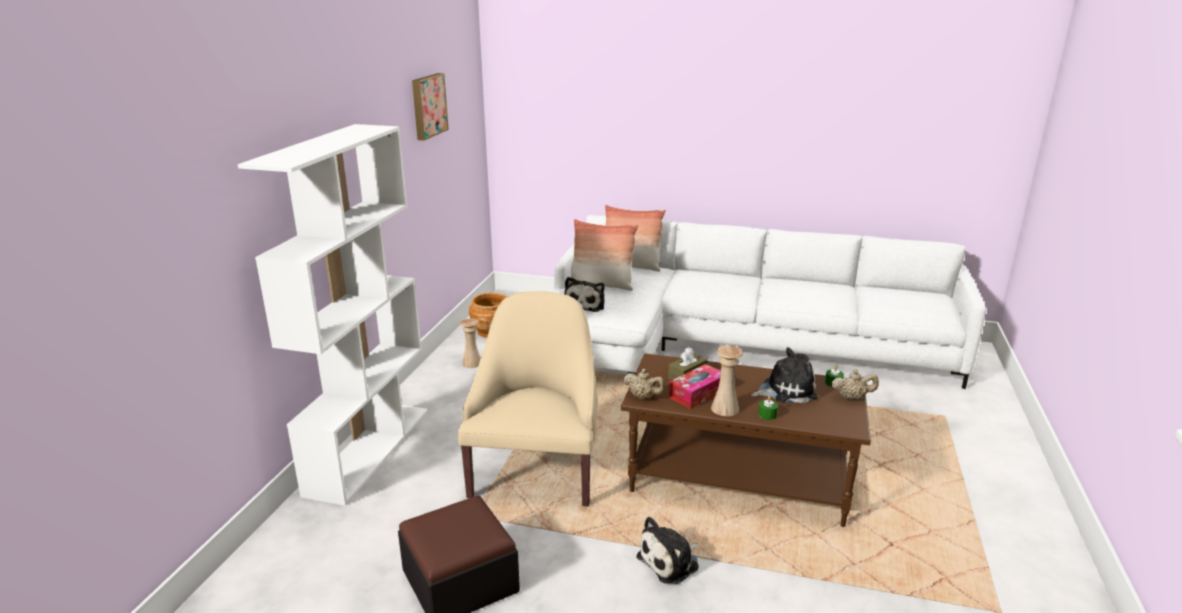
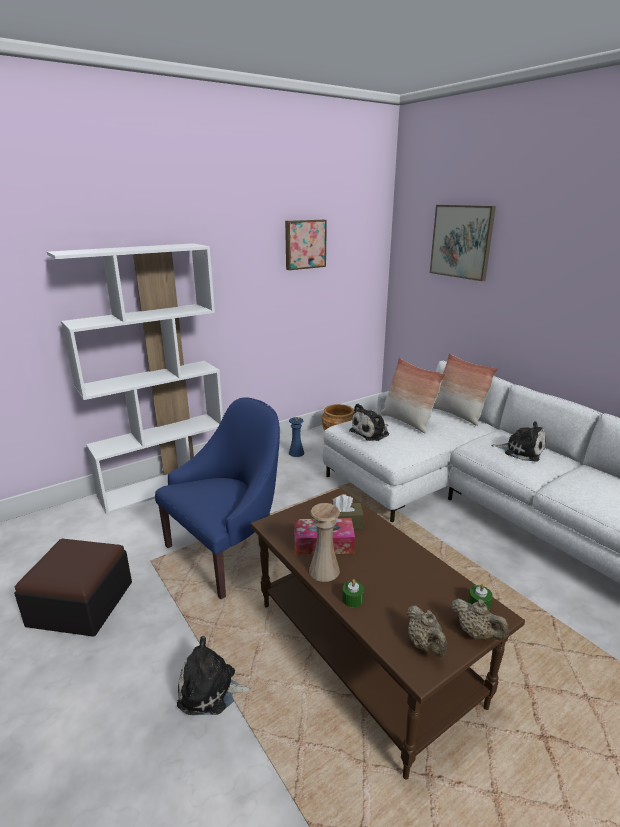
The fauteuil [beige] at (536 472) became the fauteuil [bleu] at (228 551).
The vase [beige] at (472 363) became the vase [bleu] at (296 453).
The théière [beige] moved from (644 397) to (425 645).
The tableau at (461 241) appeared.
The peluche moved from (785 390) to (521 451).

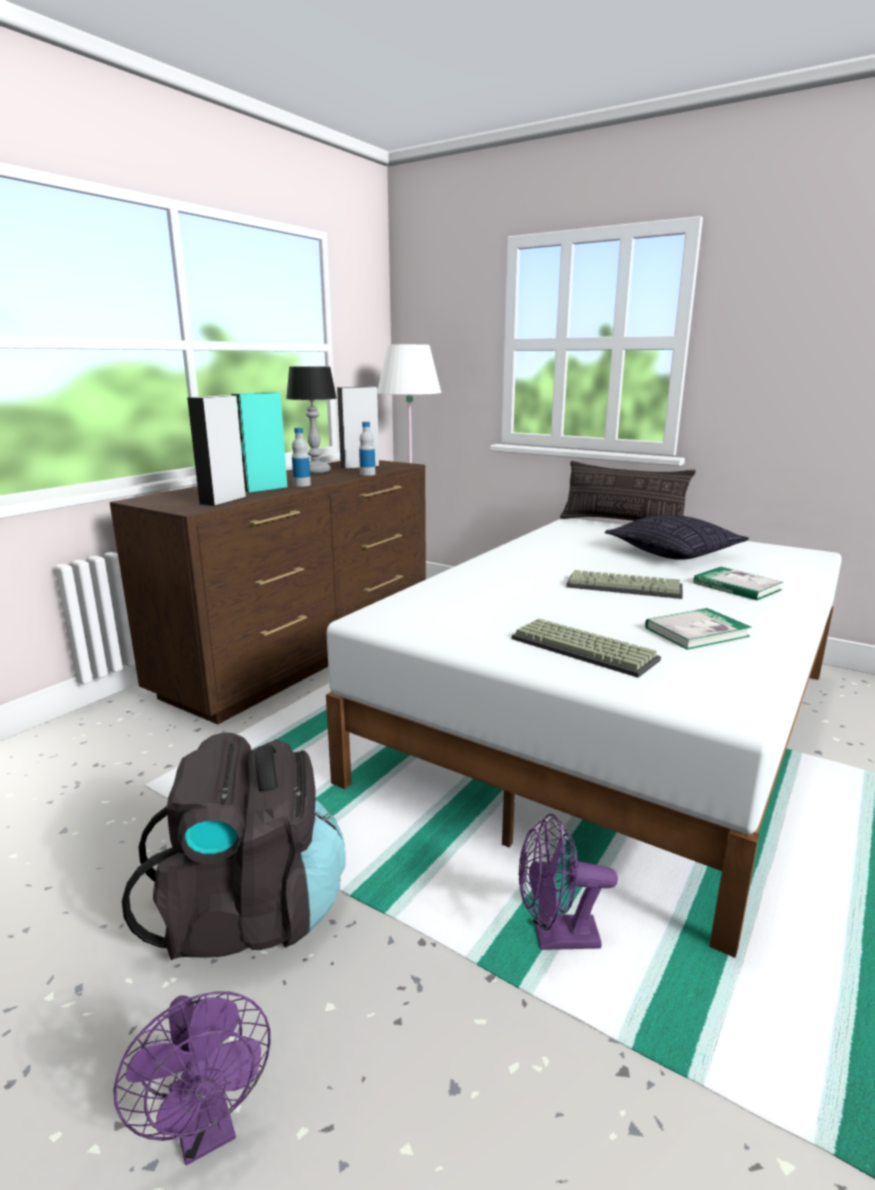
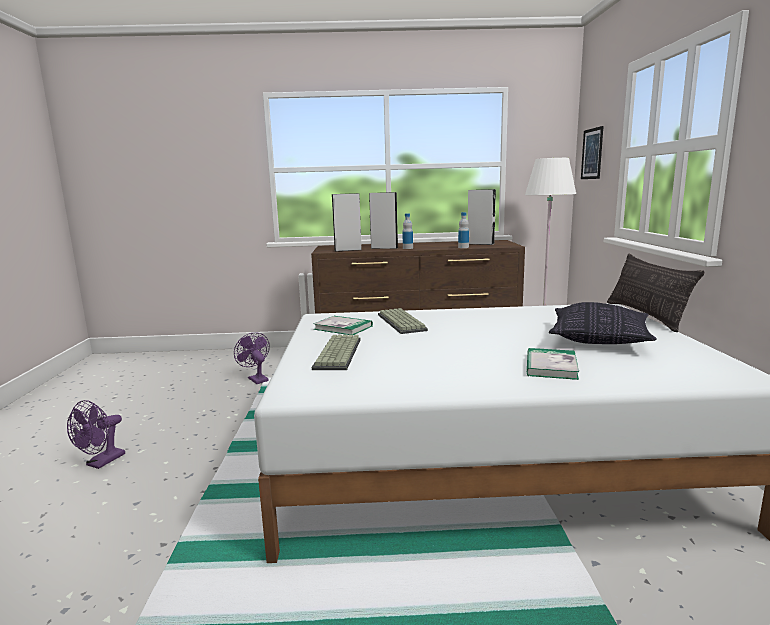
The ventilateur [violet] moved from (555 937) to (256 379).
The livre moved from (696 632) to (343 328).
The enceinte [turquoise] at (264 489) became the enceinte [gris] at (384 248).
The clavier moved from (625 586) to (402 322).
The tableau at (592 154) appeared.
The sac à dos [noir] at (250 913) disappeared.
The lampe de table at (315 471) disappeared.

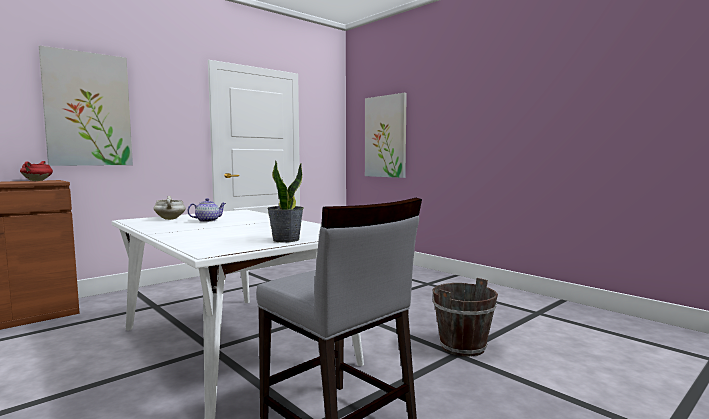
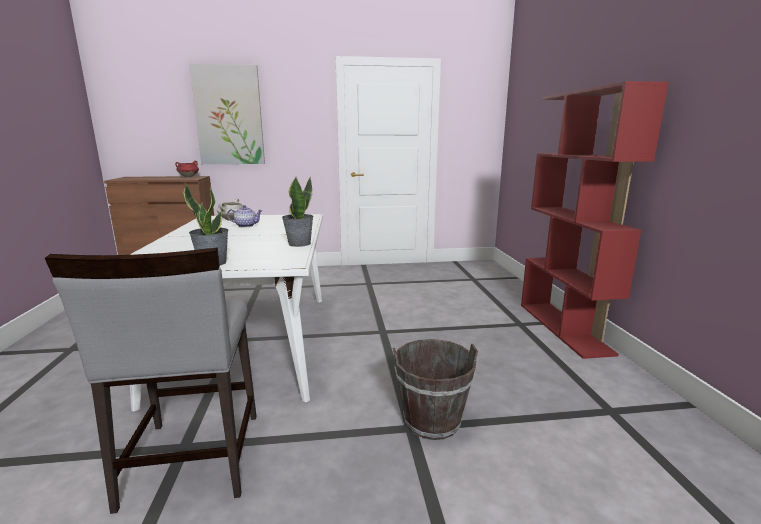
The plante en pot at (299 244) appeared.
The bibliothèque [rouge] at (564 327) appeared.
The tableau at (385 136) disappeared.

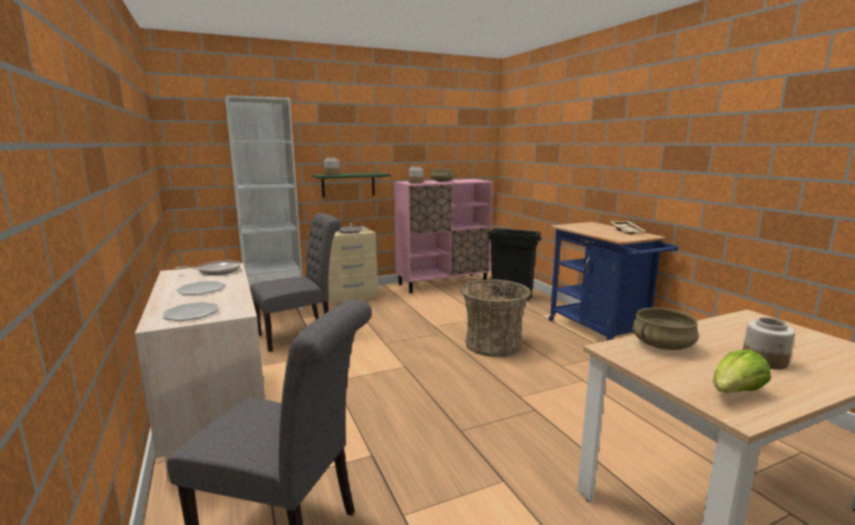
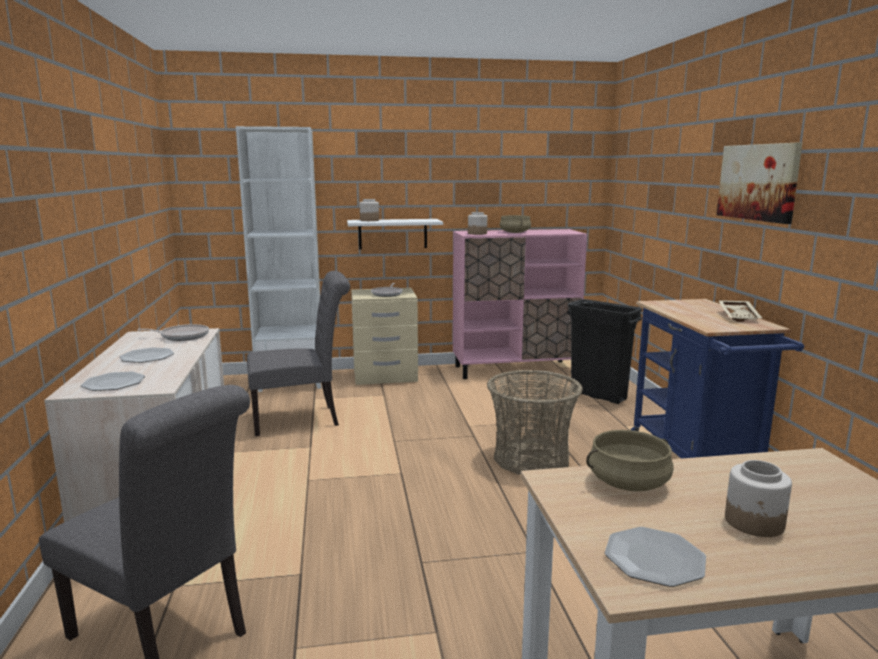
The étagère [vert] at (348 184) became the étagère [blanc] at (393 234).
The laitue at (735 393) was replaced by the assiette at (654 559).
The tableau at (758 182) appeared.

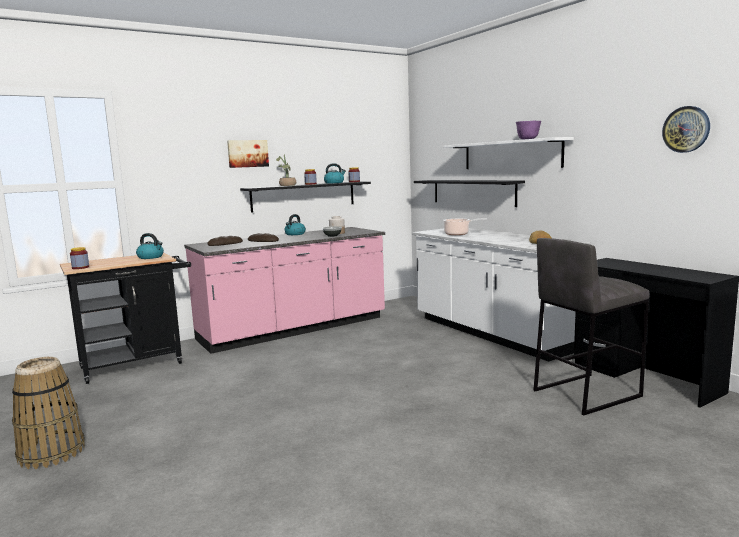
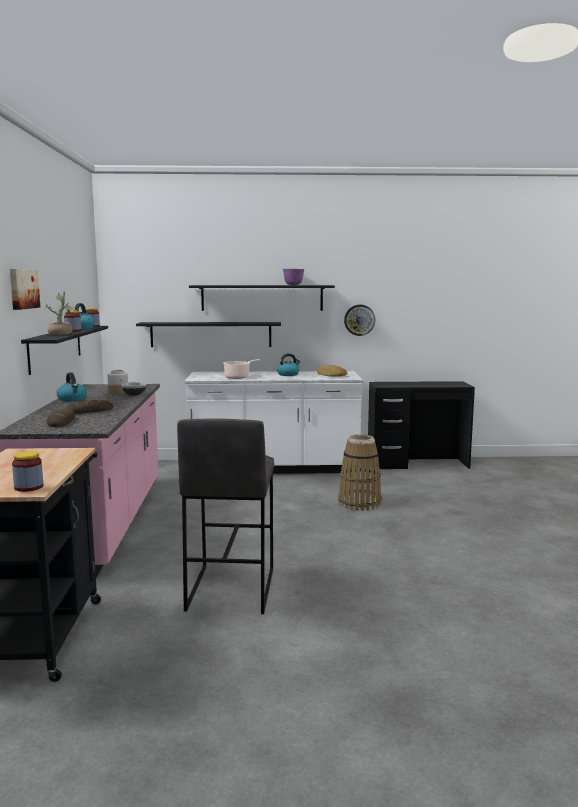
The tabouret [gris] moved from (585 393) to (230 589).
The étagère [blanc] at (510 155) became the étagère [noir] at (262 298).
The bouilloire moved from (151 257) to (288 374).
The panier moved from (52 452) to (359 503).
The horloge murale moved from (686 129) to (359 320).

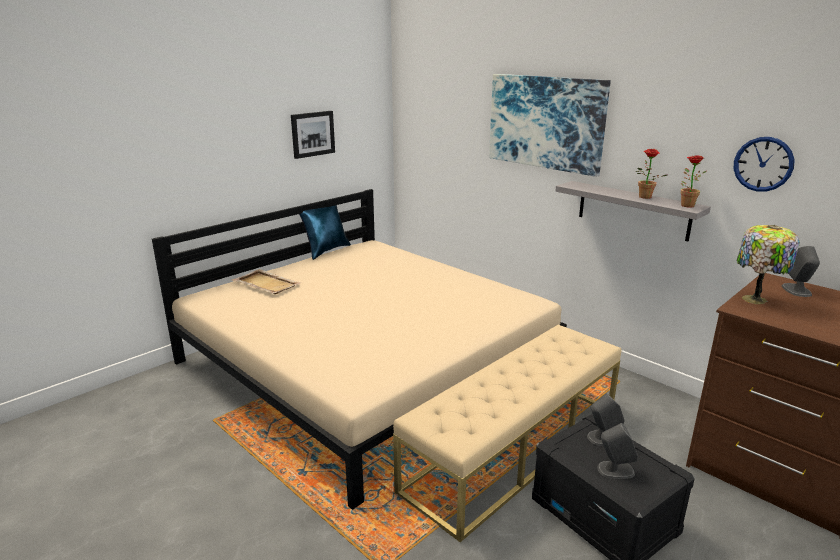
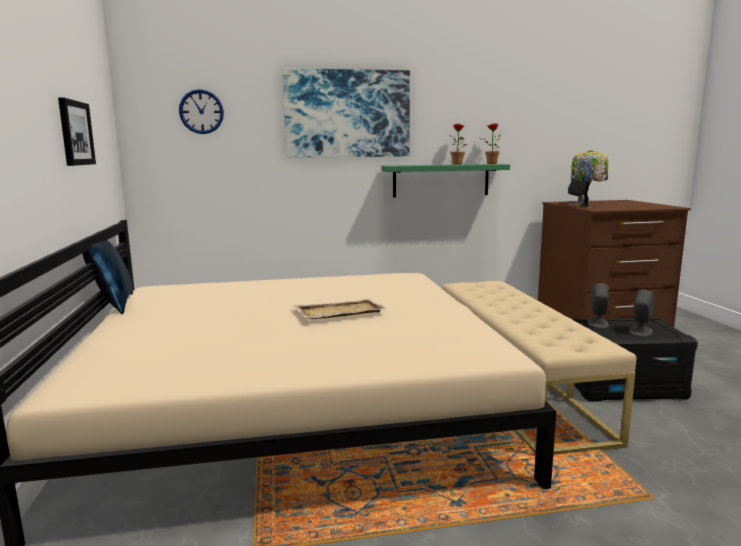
The horloge murale moved from (763 164) to (201 111).
The plateau [beige] moved from (266 284) to (338 312).
The étagère [gris] at (633 210) became the étagère [vert] at (441 180).

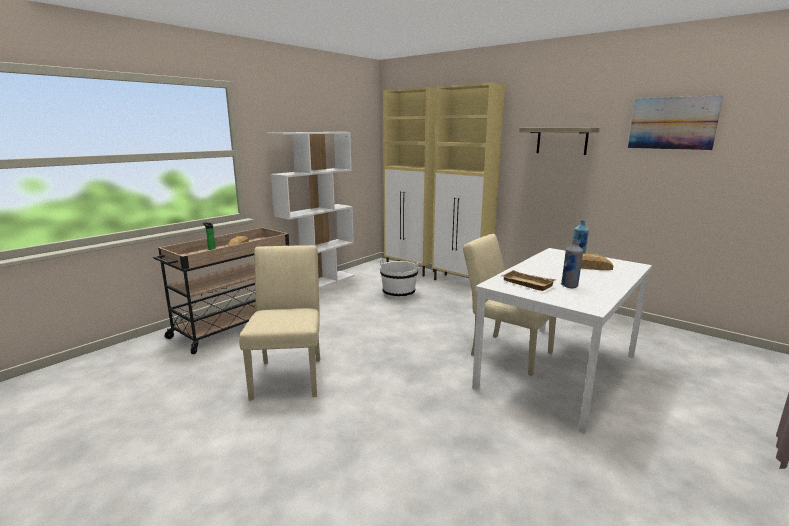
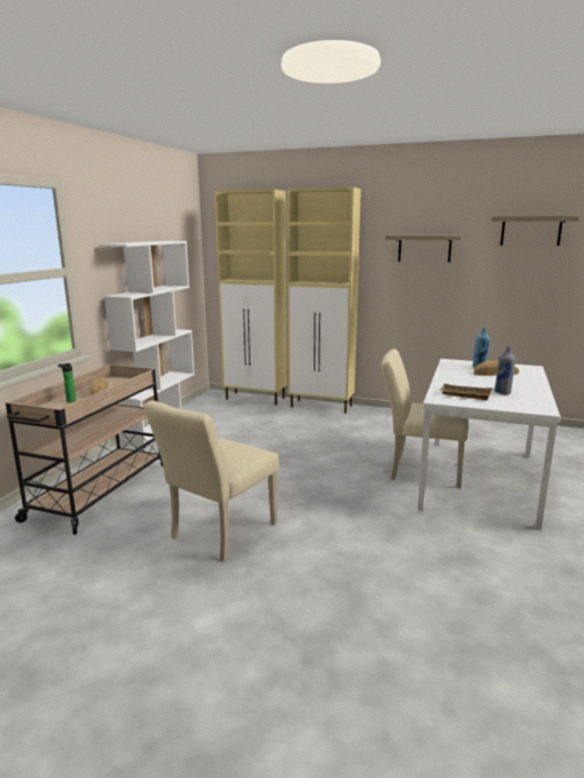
The chaise [beige] at (289 374) turned 120 degrees counterclockwise.
The tableau at (672 123) was replaced by the étagère at (531 231).
The seau [blanc] at (399 293) disappeared.

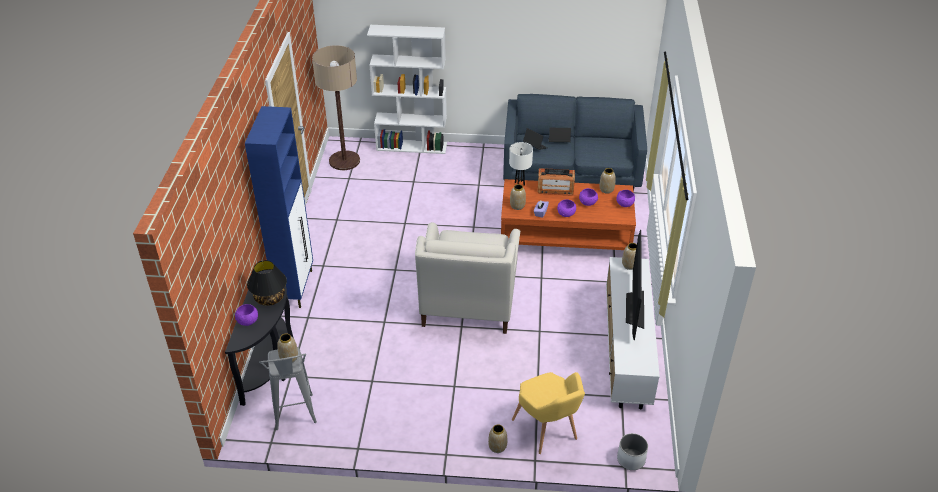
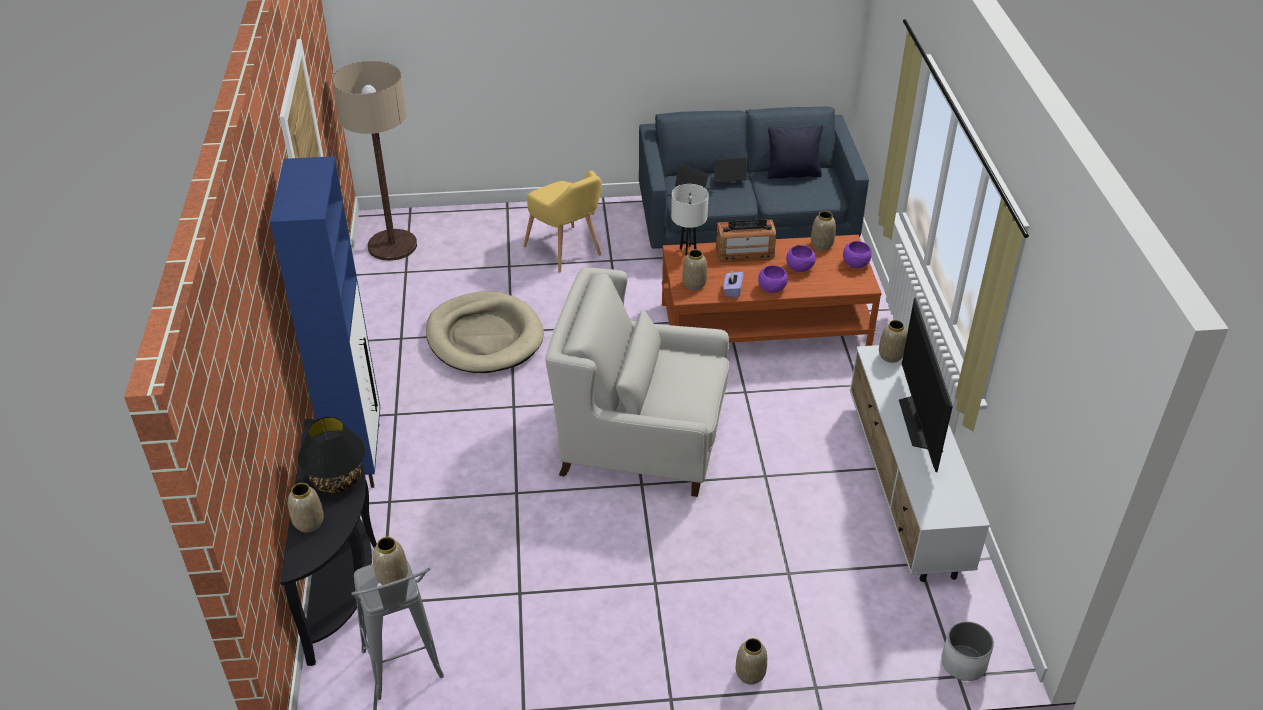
The bol [violet] at (248 321) was replaced by the vase at (309 523).
The panier pour chien [beige] at (484 337) appeared.
The fauteuil [jaune] moved from (548 432) to (567 253).
The fauteuil [blanc] at (469 299) turned 105 degrees clockwise.
The coussin [noir] at (793 174) appeared.
The bibliothèque [blanc] at (412 146) disappeared.

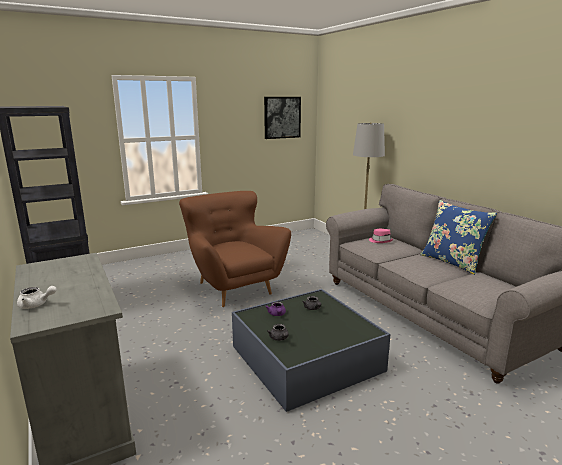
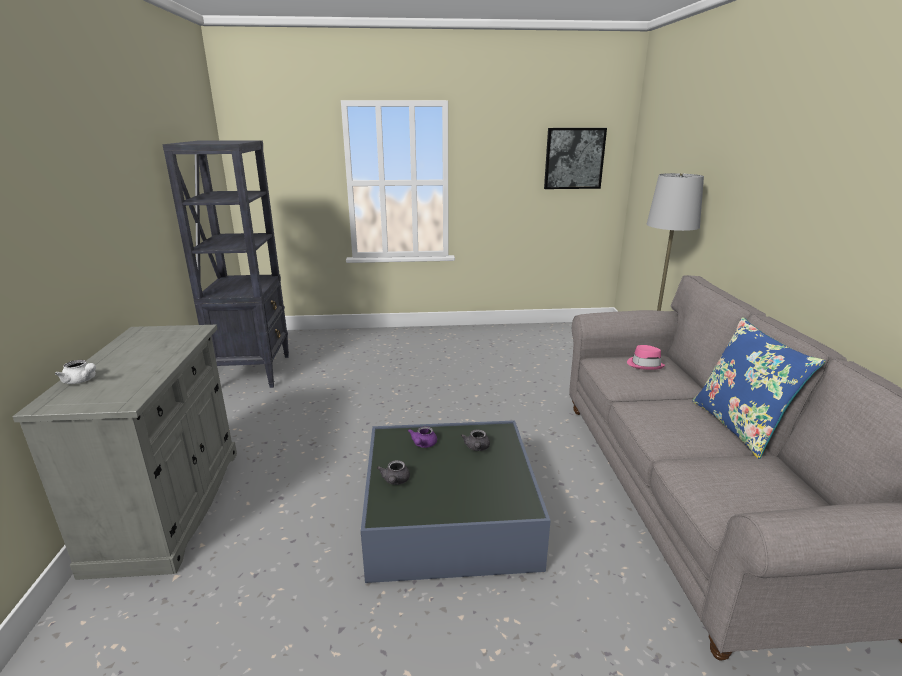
The fauteuil [marron] at (233 287) disappeared.

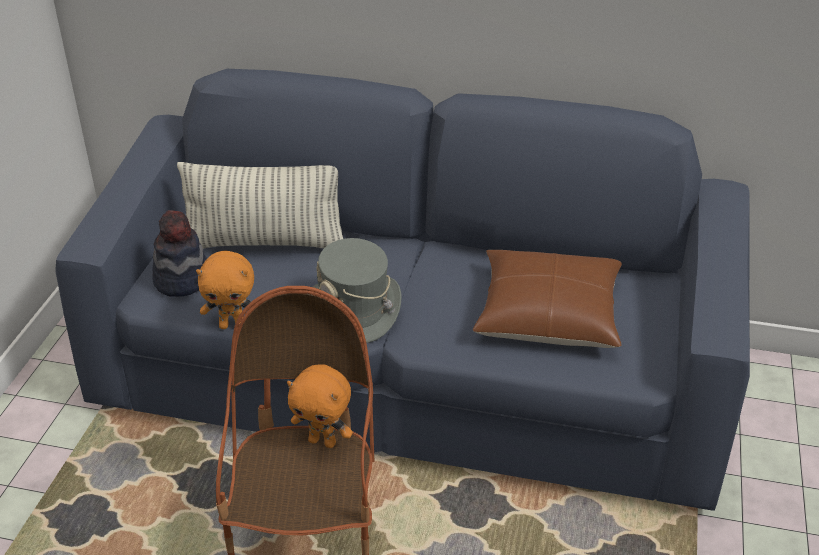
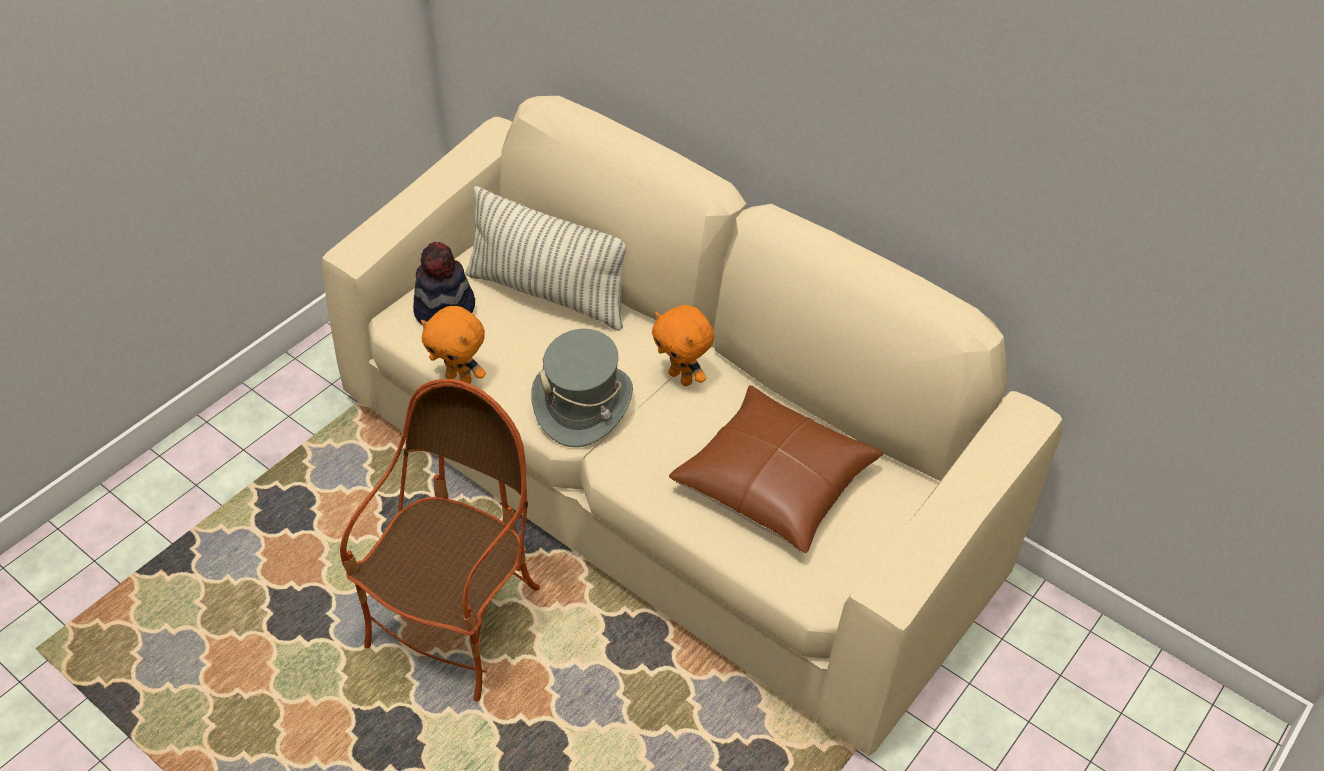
The canapé [bleu] at (409 379) became the canapé [beige] at (661 481).
The peluche [orange] moved from (323 441) to (682 378).

